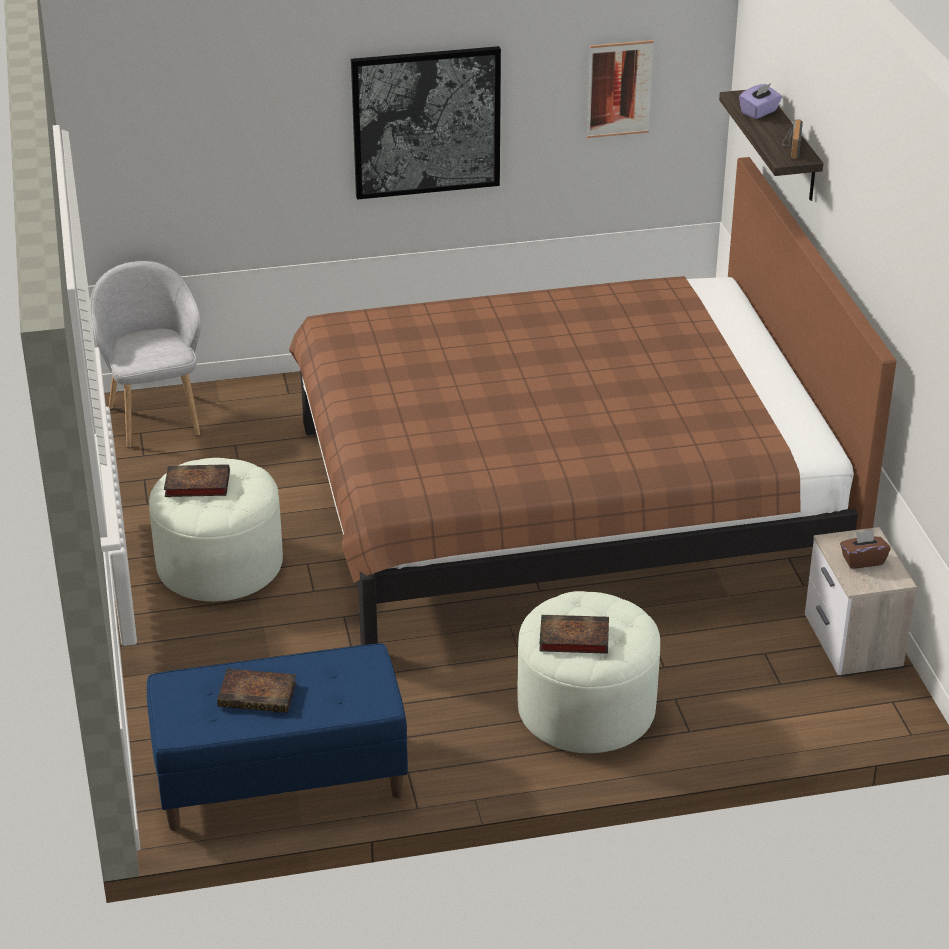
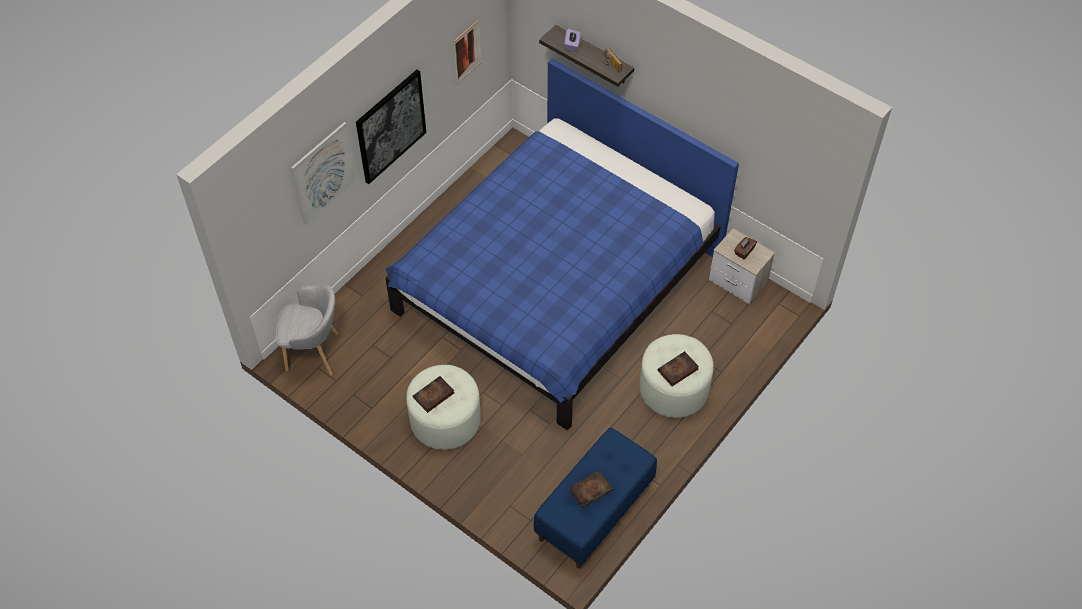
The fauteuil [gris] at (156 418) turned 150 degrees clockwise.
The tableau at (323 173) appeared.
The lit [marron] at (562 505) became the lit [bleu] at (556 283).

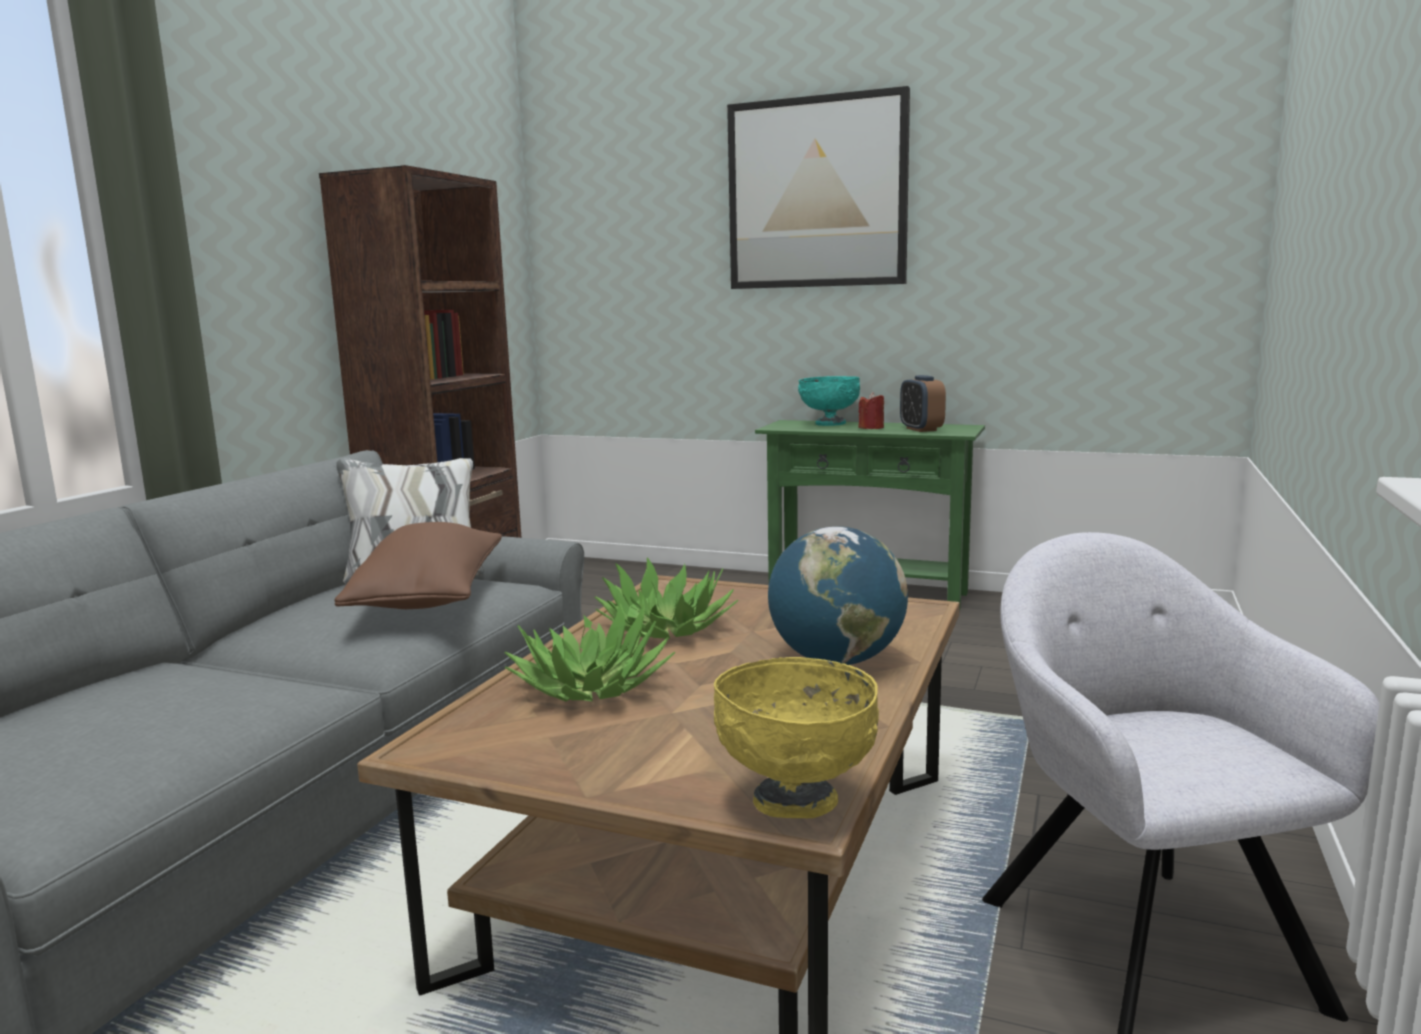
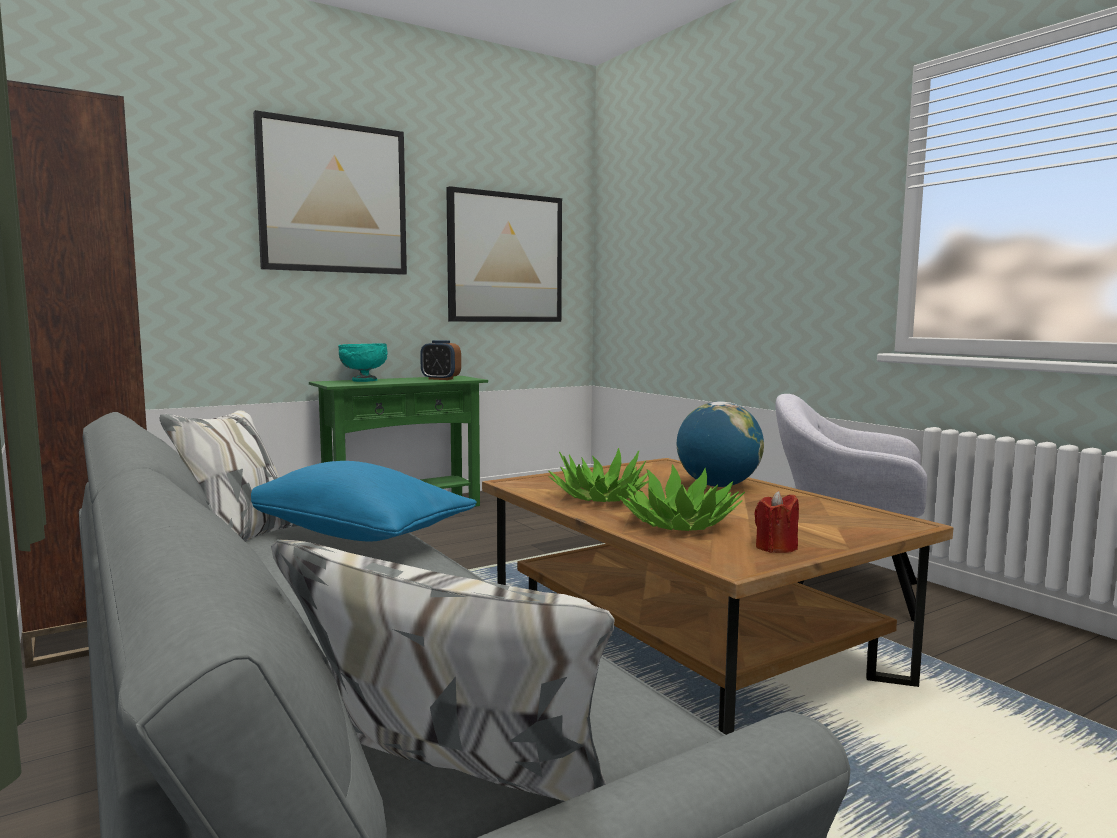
The coussin [marron] at (430 598) became the coussin [bleu] at (354 534).
The tableau at (505 258) appeared.
The bougie [rouge] moved from (871 428) to (775 548).
The bol [jaune] at (797 801) disappeared.

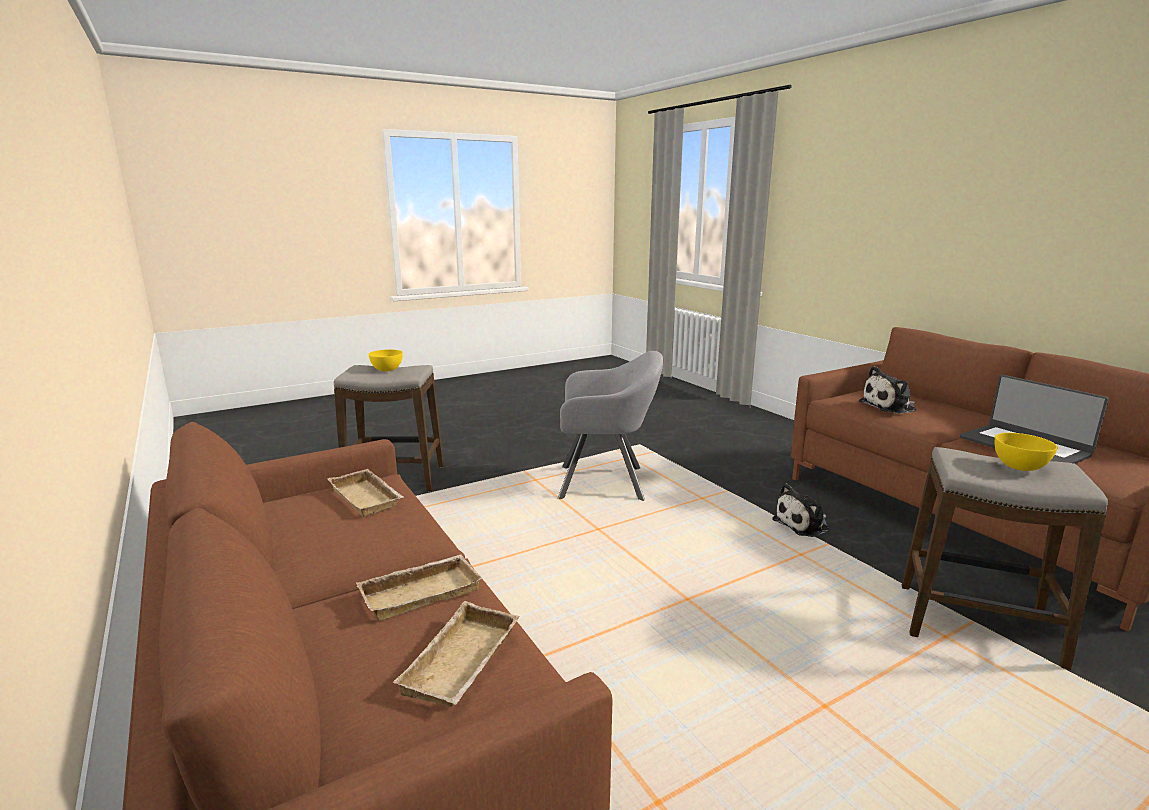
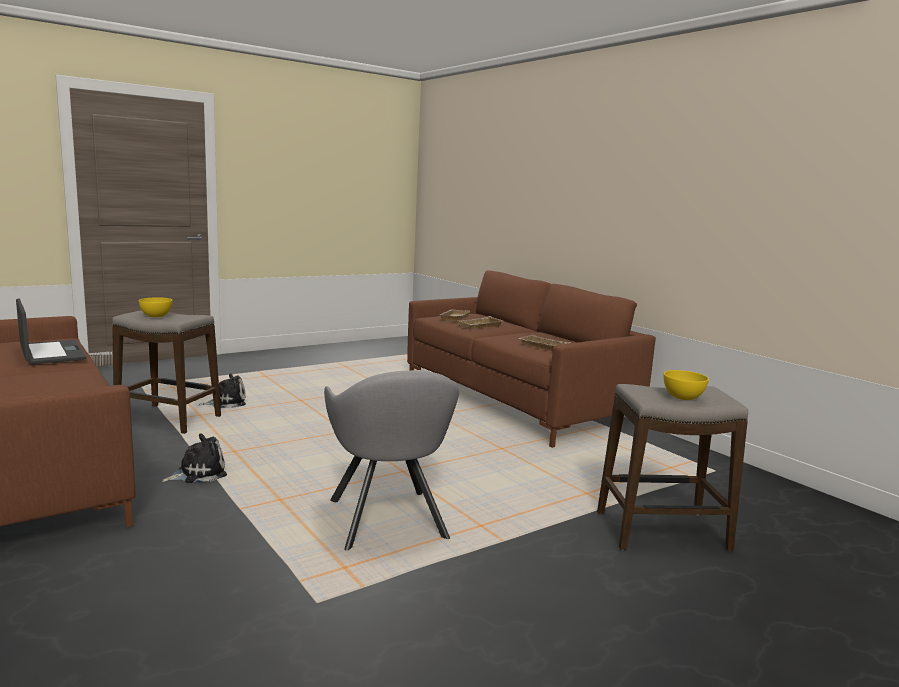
The peluche moved from (890 406) to (226 402).
The fauteuil [gris] at (606 483) turned 105 degrees counterclockwise.

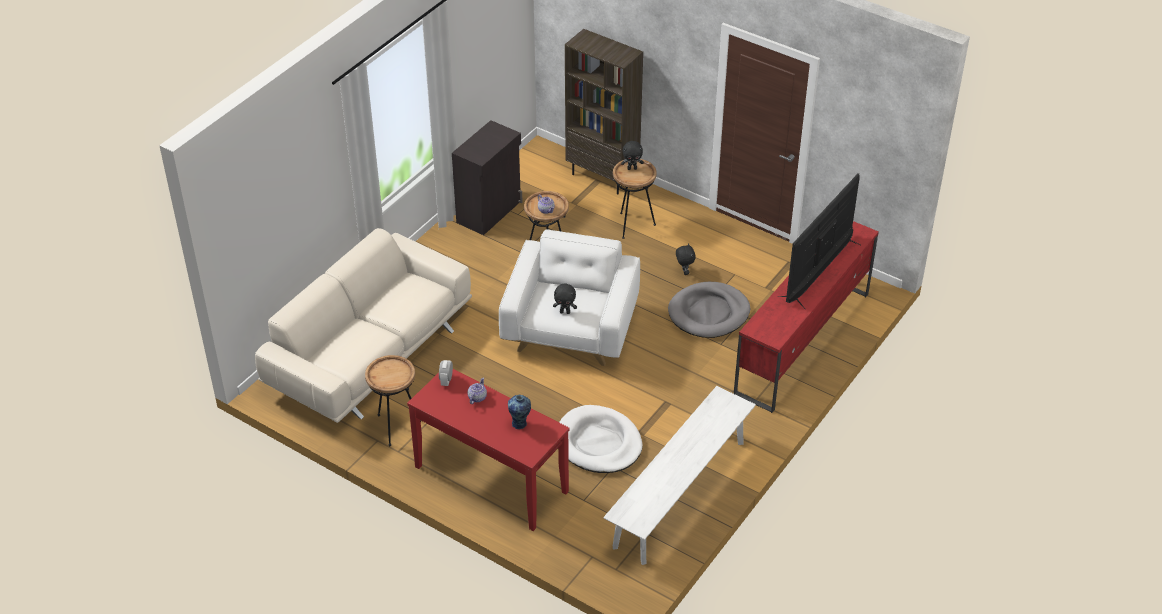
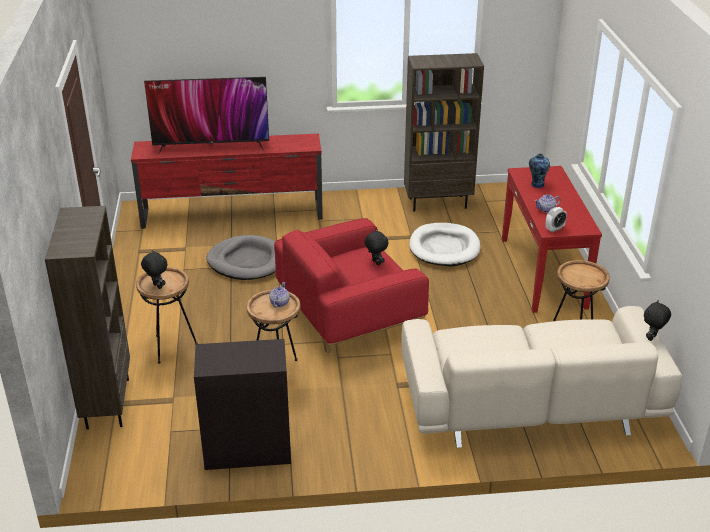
The fauteuil [blanc] at (571 328) became the fauteuil [rouge] at (349 314).
The banc [blanc] at (679 494) was replaced by the bibliothèque [marron] at (438 203).
The peluche [noir] moved from (684 272) to (652 338).

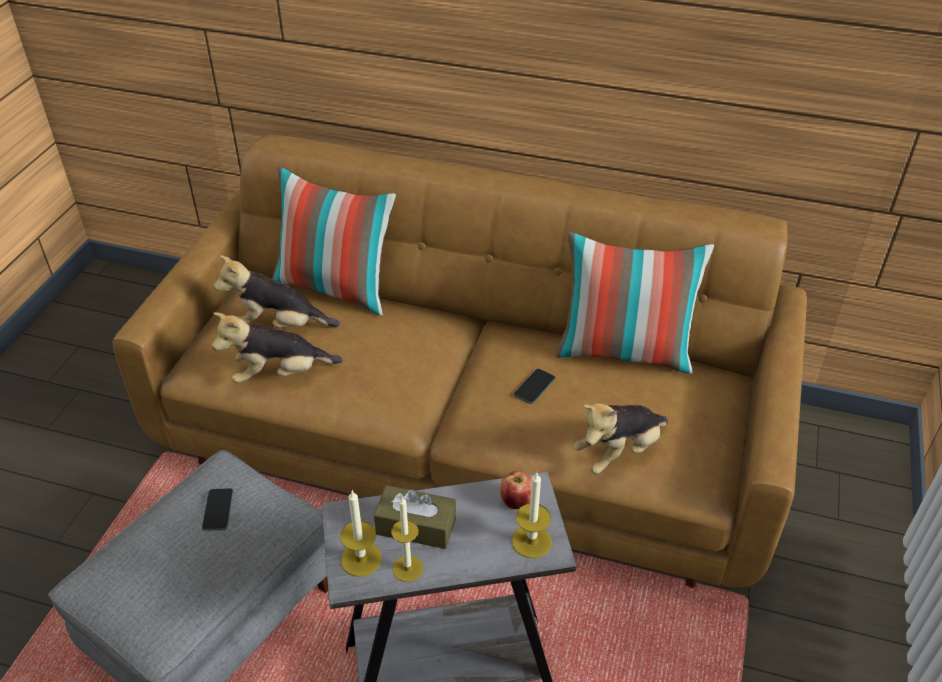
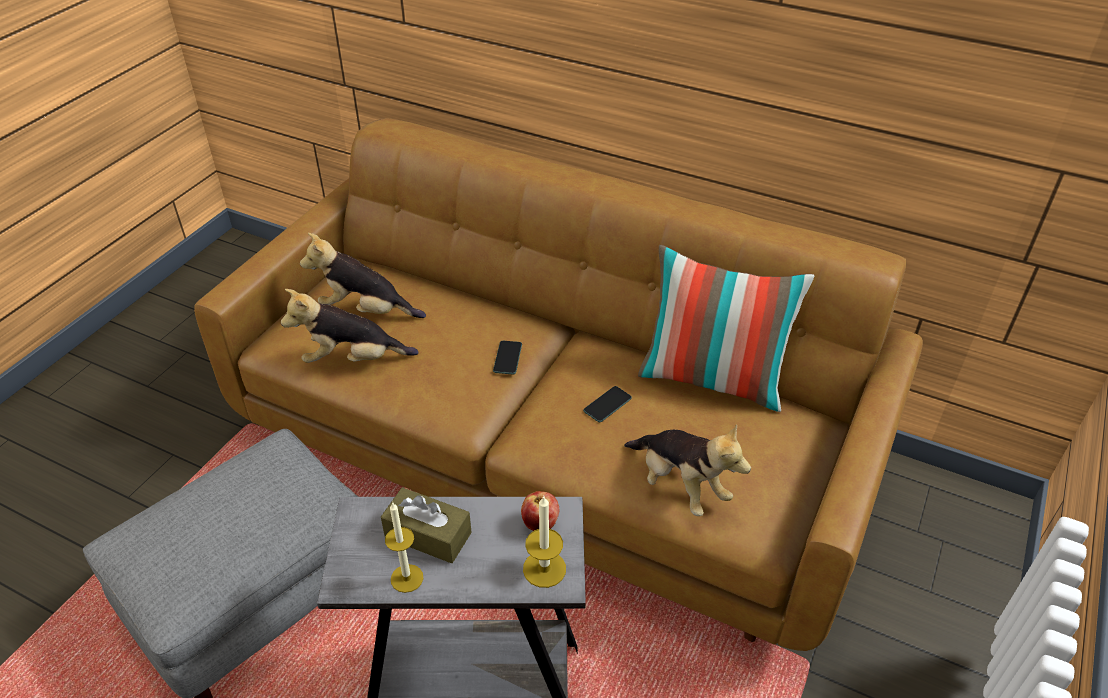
The téléphone moved from (218 510) to (507 358).
The peluche at (619 452) turned 105 degrees counterclockwise.
The coussin at (336 288) disappeared.
The bougie at (361 559) disappeared.

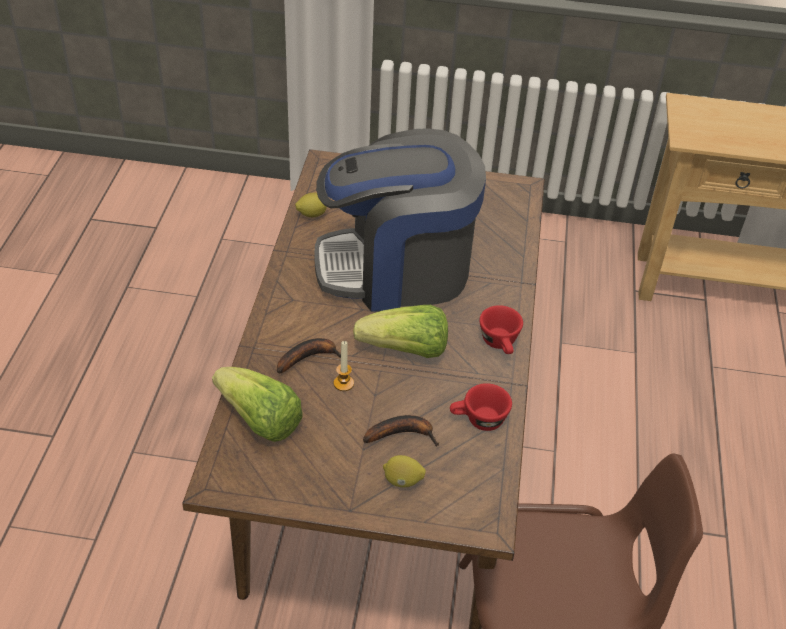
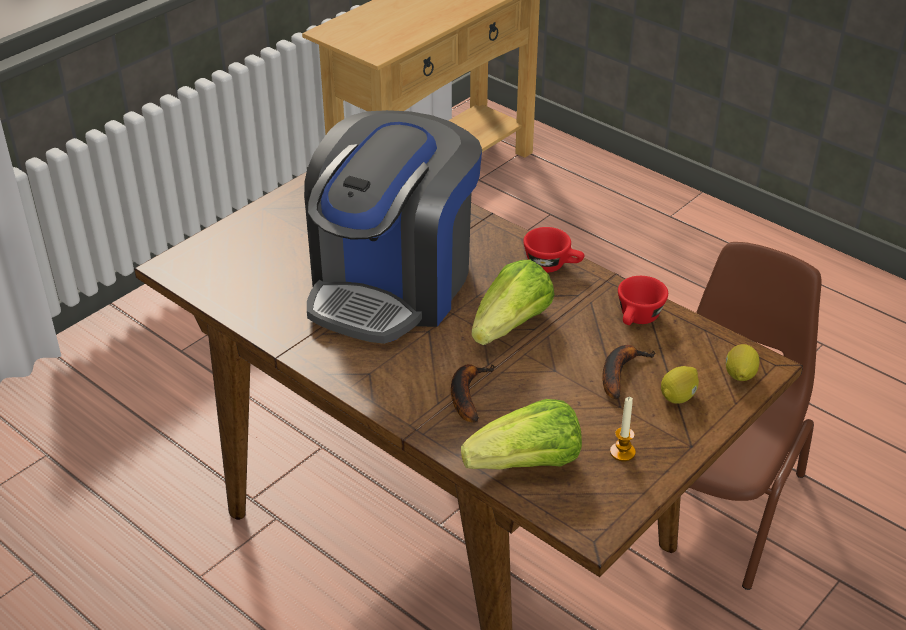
The bougie moved from (343 383) to (622 452).
The citron moved from (312 214) to (739 376).

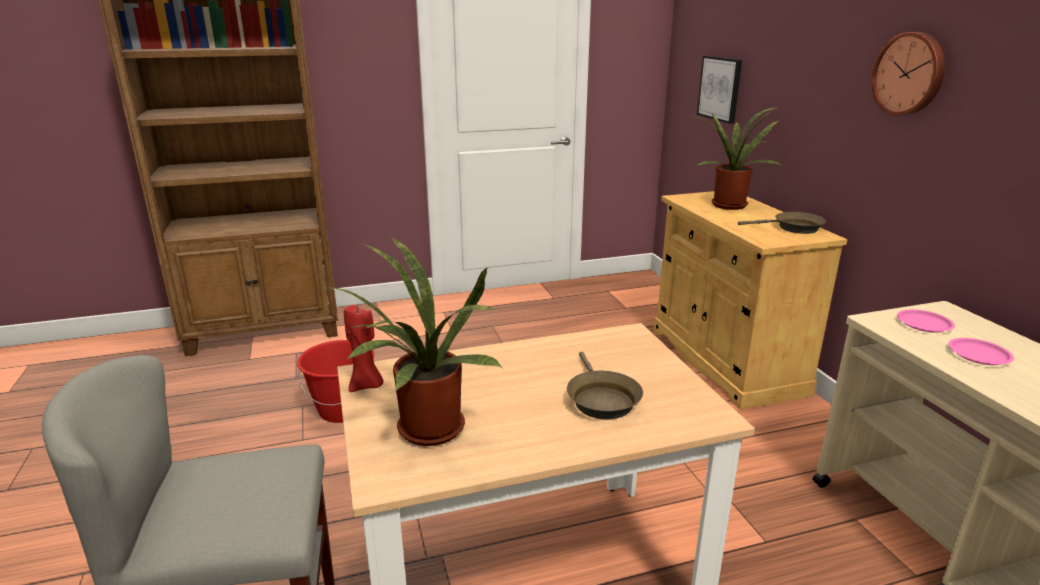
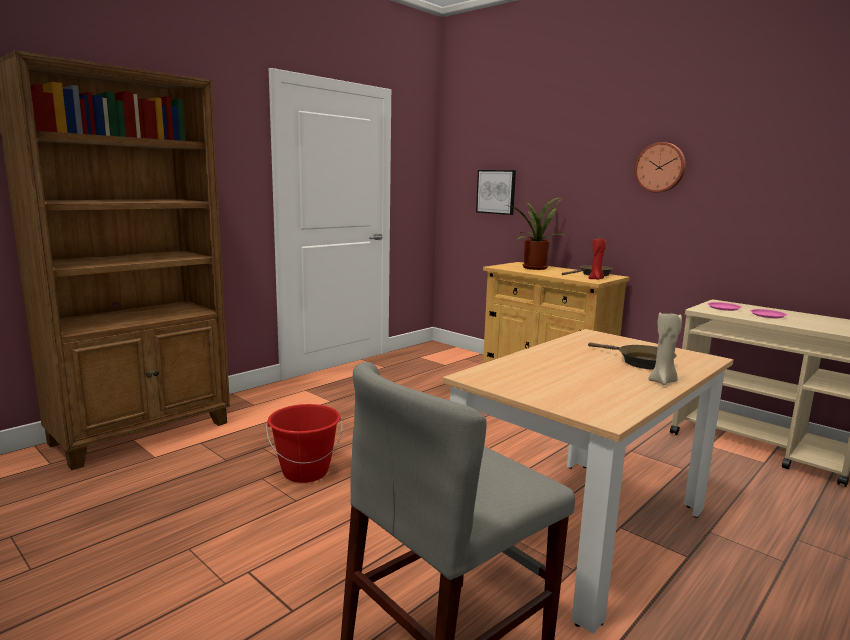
The bougie [rouge] moved from (366 385) to (596 279).
The bougie [beige] at (663 382) appeared.
The plante en pot at (425 432) disappeared.

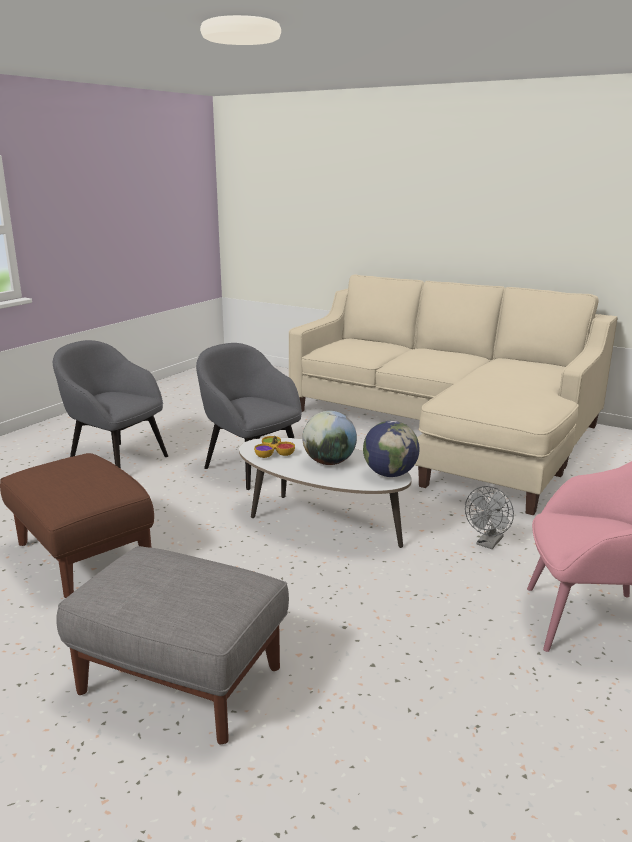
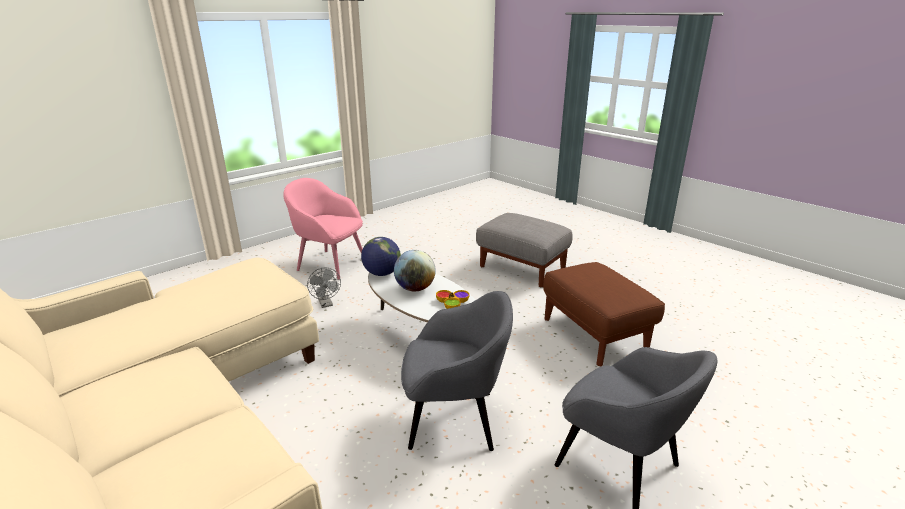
The ventilateur [gris] at (488 543) turned 105 degrees clockwise.
The fauteuil [gris] at (251 467) turned 60 degrees counterclockwise.

